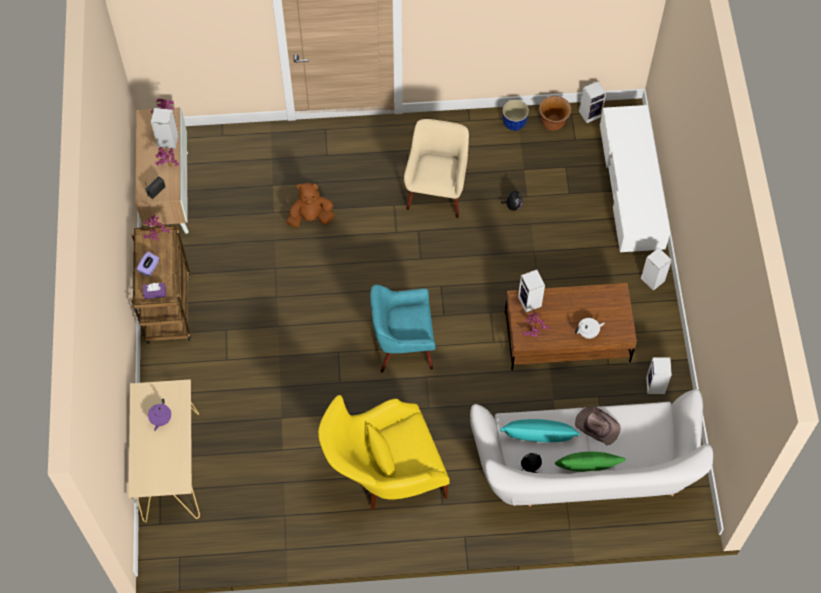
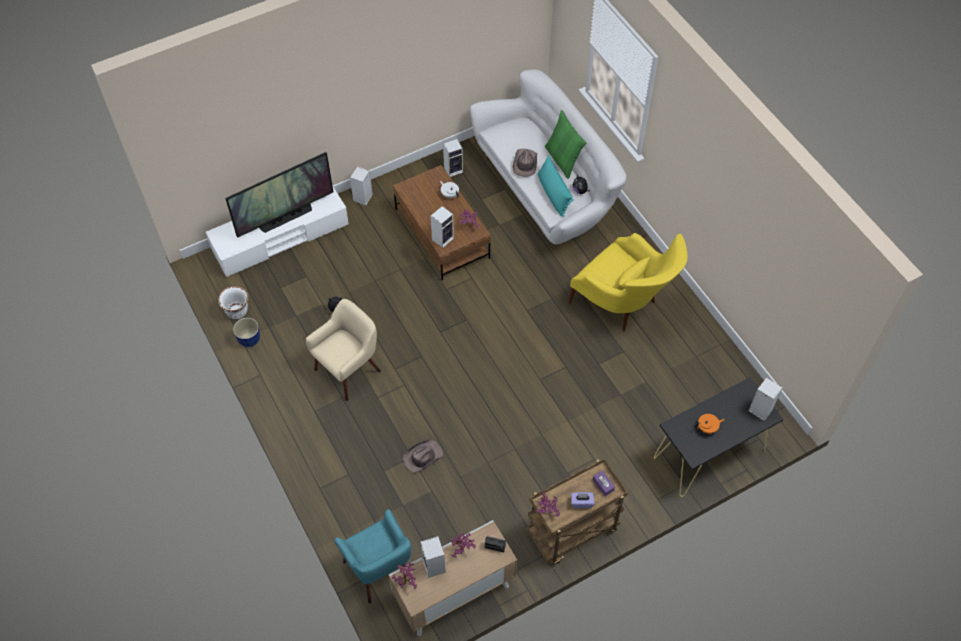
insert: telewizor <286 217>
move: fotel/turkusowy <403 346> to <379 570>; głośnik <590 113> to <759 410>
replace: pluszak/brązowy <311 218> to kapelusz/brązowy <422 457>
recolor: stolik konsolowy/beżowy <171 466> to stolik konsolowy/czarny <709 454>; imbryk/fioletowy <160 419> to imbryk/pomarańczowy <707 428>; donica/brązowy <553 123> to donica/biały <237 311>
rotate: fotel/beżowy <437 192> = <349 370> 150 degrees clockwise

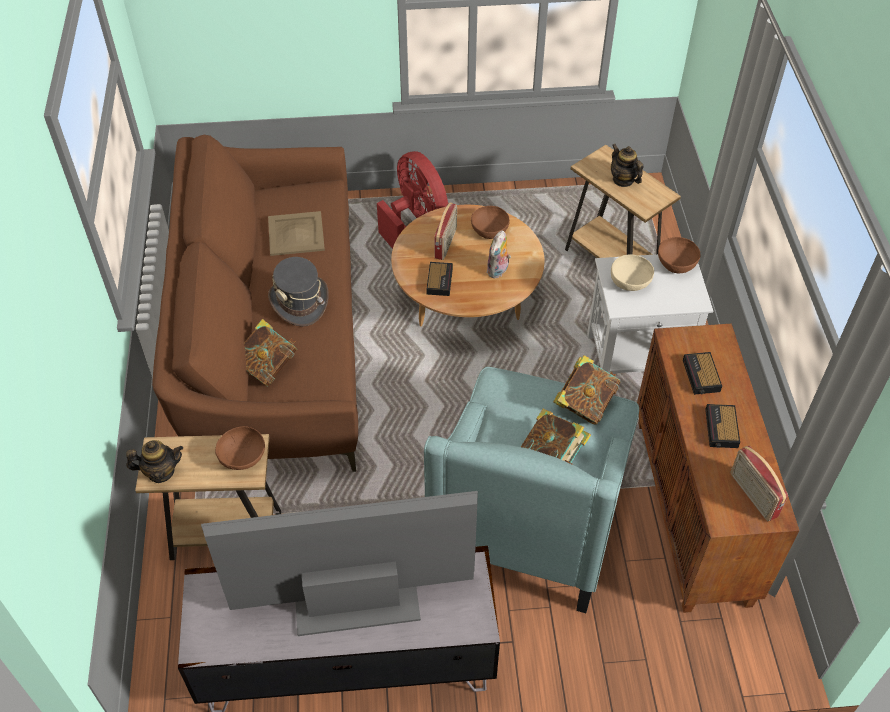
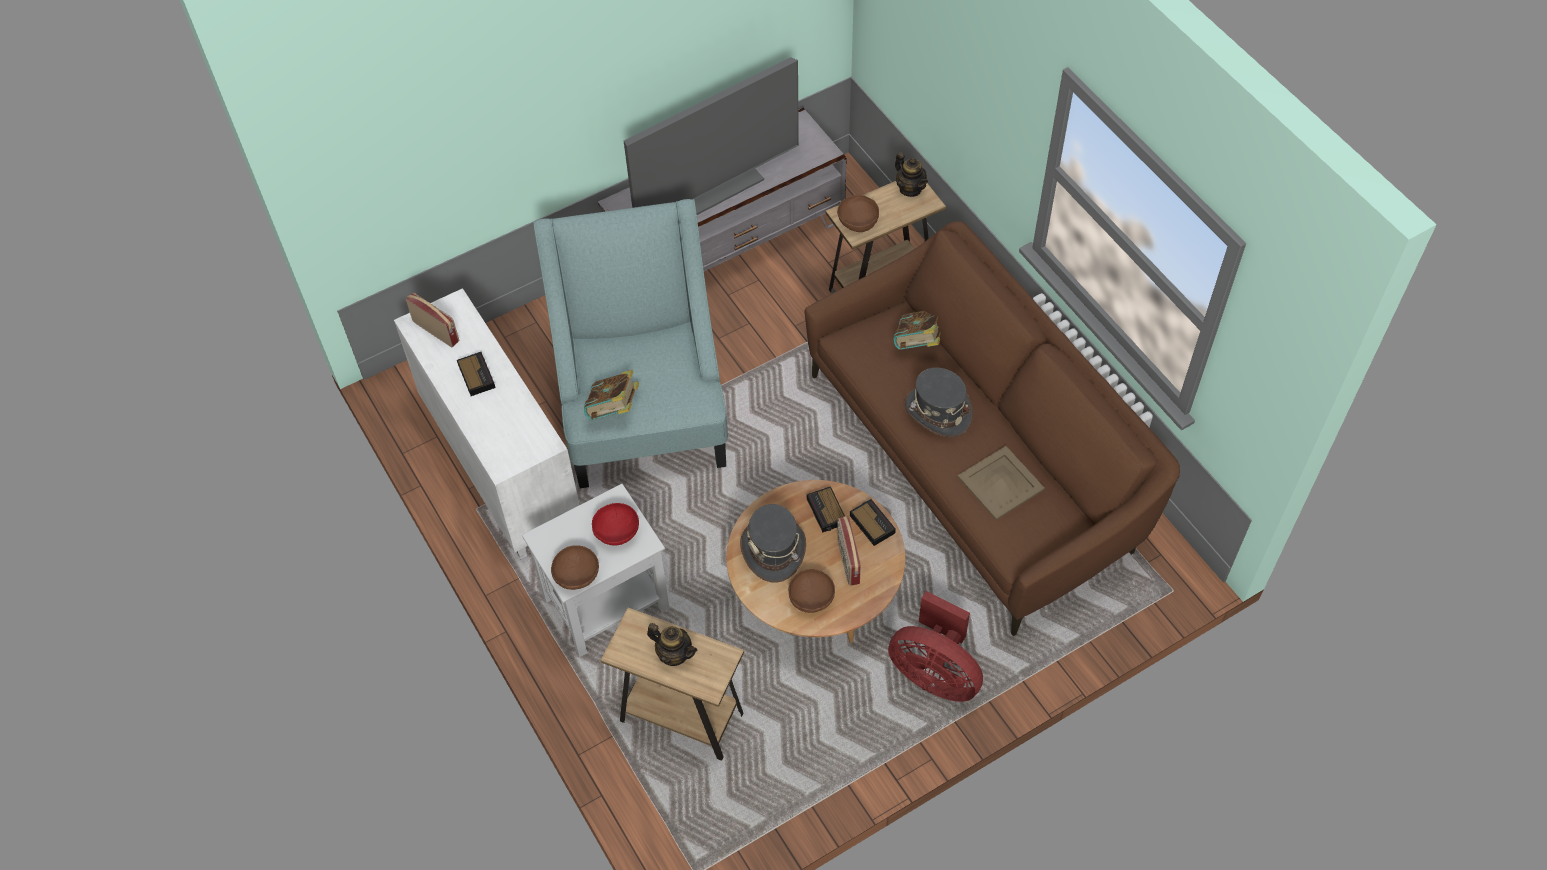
delete: książka <553 455>
move: budzik <701 376> to <871 523>
replace: pluszak <498 271> to kapelusz/szary <773 550>
recolor: miska/beżowy <630 281> to miska/czerwony <617 533>; szafka/brązowy <693 511> to szafka/biały <500 467>
rotate: imbryk <160 472> = <910 189> 90 degrees counterclockwise

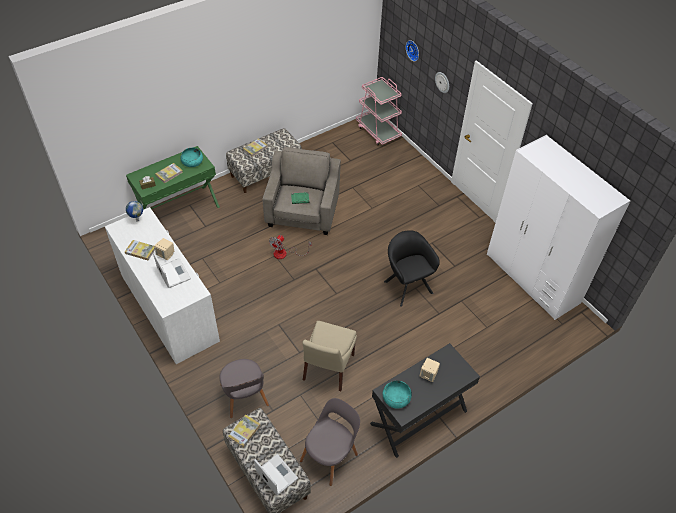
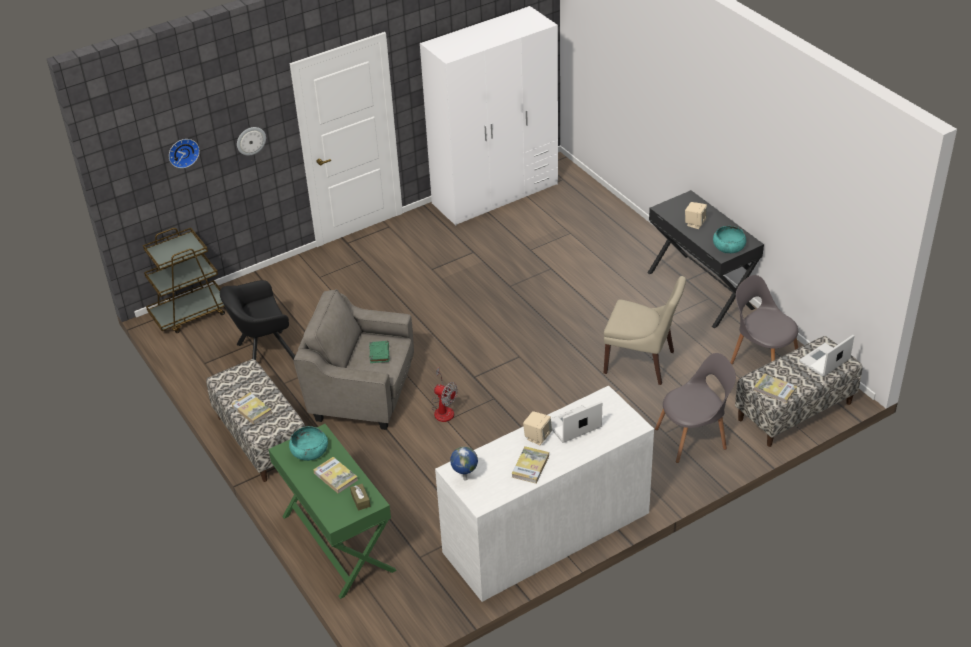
move: fotel/czarny <407 285> to <263 353>
recolor: wózek/różowy <378 131> to wózek/brązowy <190 313>

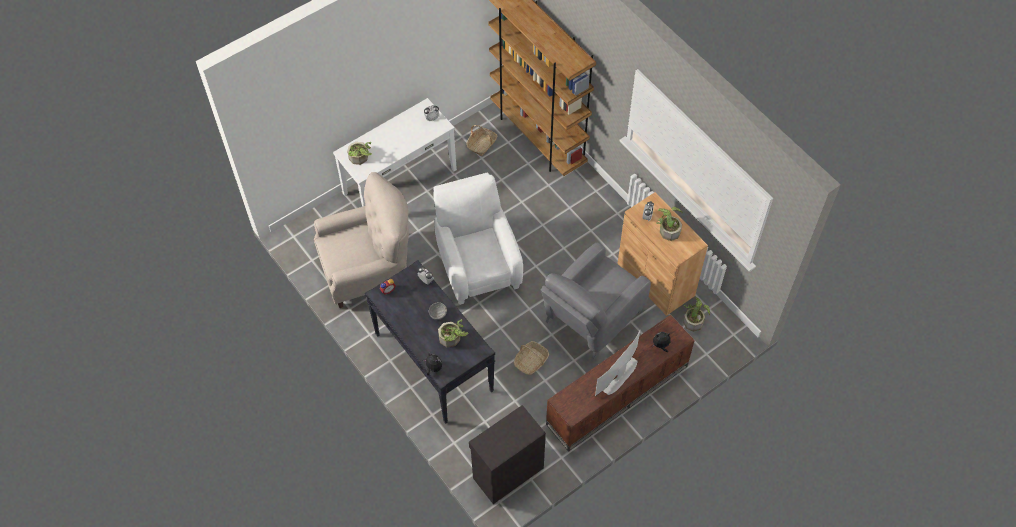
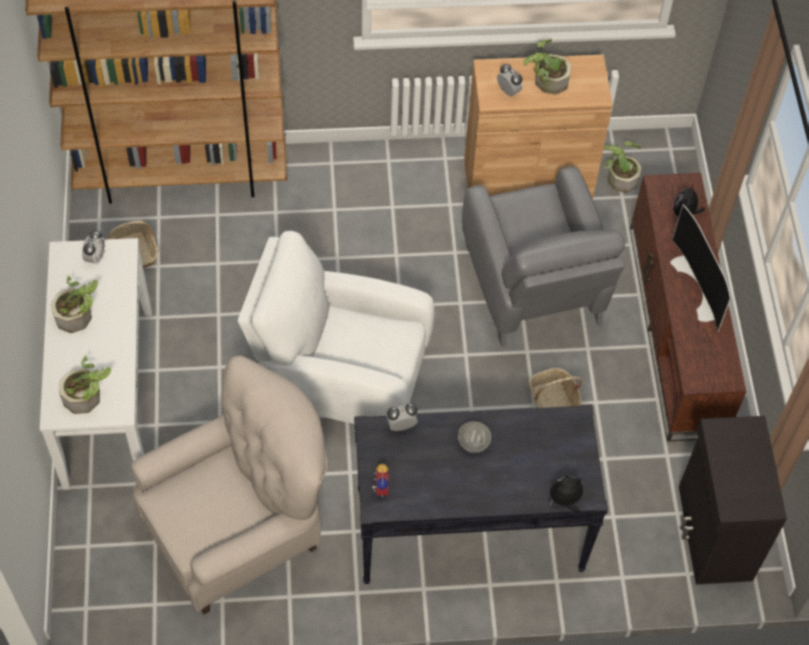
move: roślina doniczkowa <452 339> to <78 314>
rotate: fotel/beżowy <368 271> = <239 531> 45 degrees clockwise

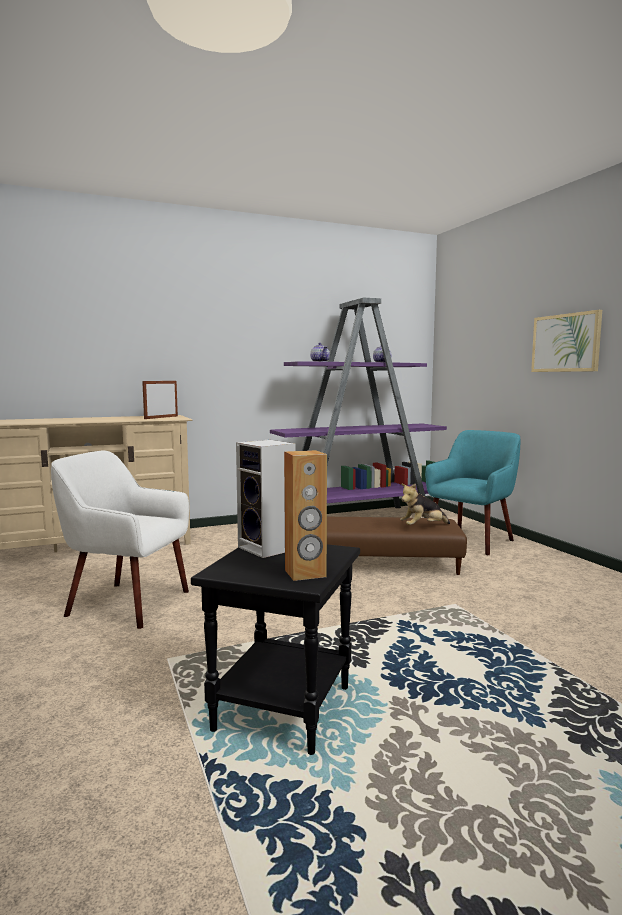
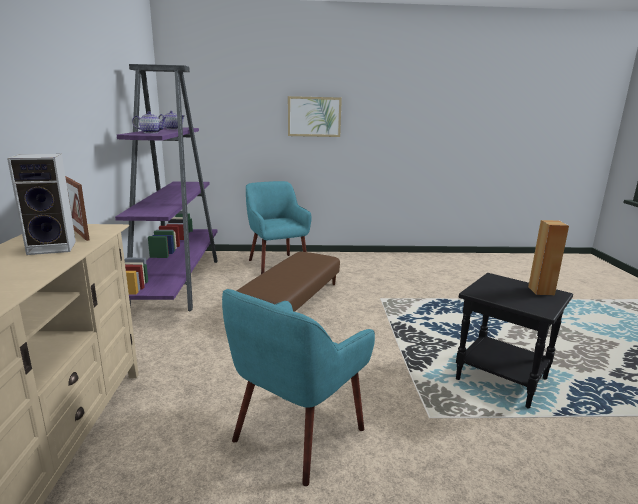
delete: pluszak <423 527>
move: głośnik <269 548> to <54 247>
recolor: fotel/biały <127 603> to fotel/turkusowy <296 434>

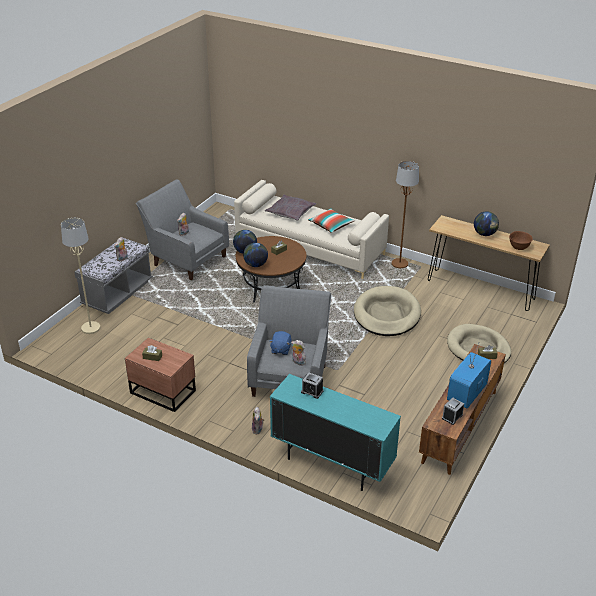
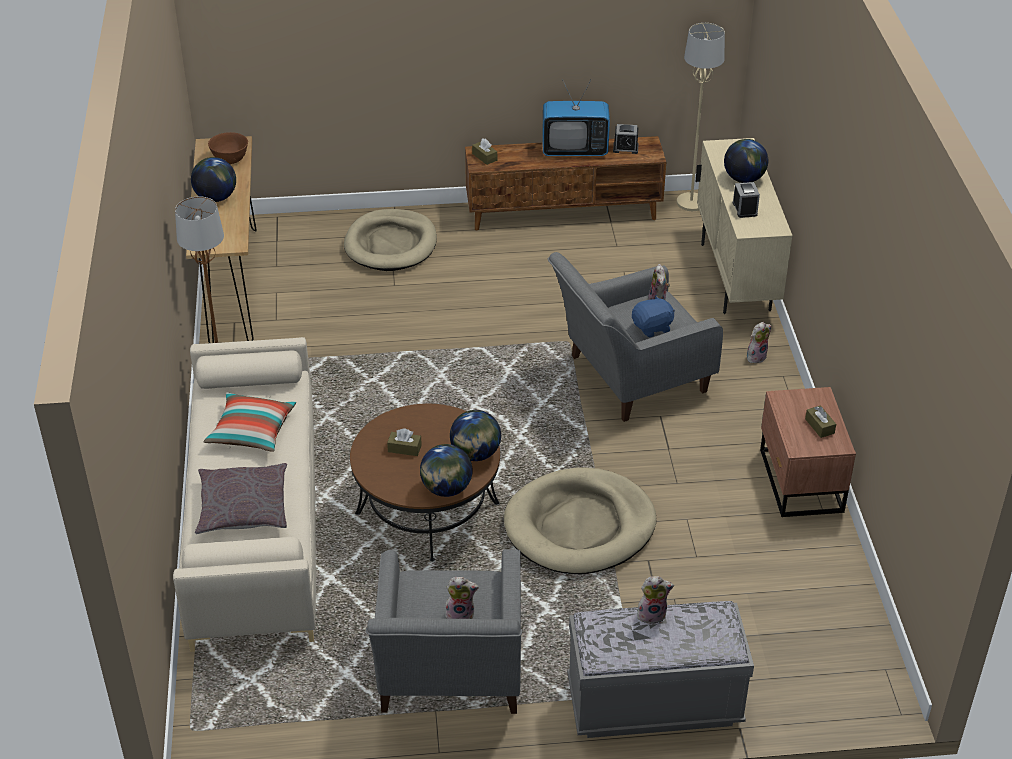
insert: globus <744 179>
move: lampa stojąca/beżowy <90 328> to <691 203>; legowisko/beżowy <386 314> to <580 526>
recolor: szafka/turkusowy <331 464> to szafka/beżowy <735 277>

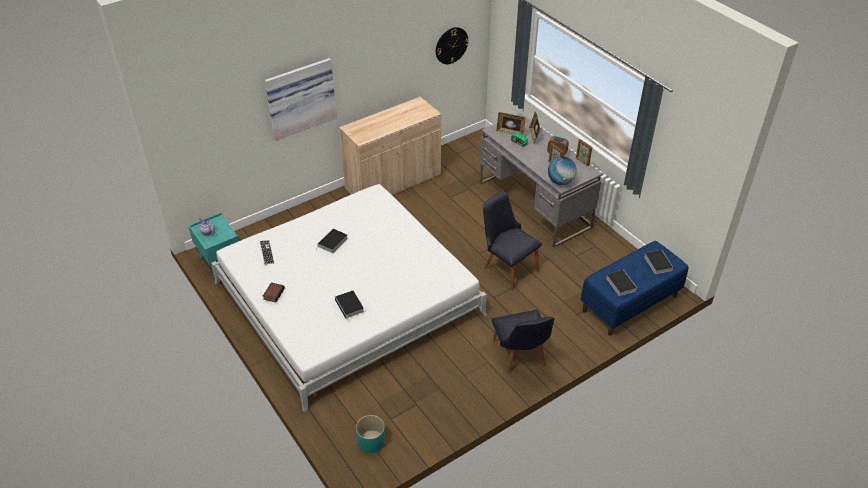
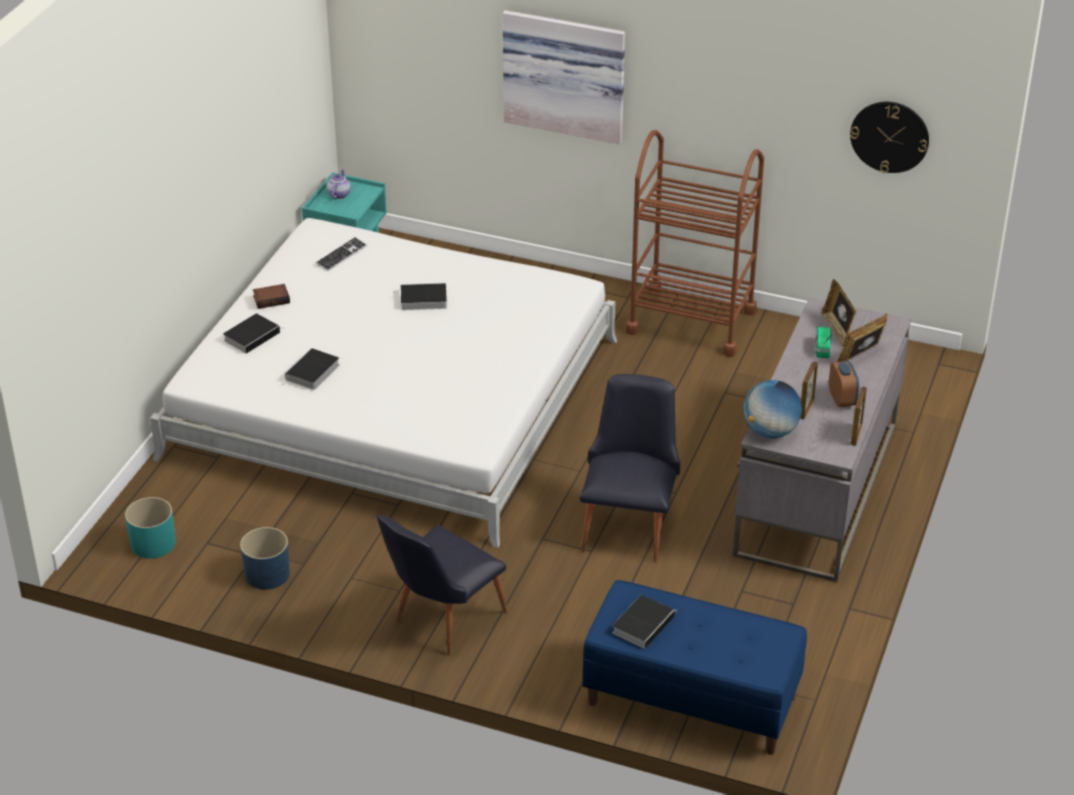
insert: donica/niebieski <267 574>
move: książka <657 262> to <252 335>
replace: szafka/beżowy <393 182> to wózek/brązowy <691 321>

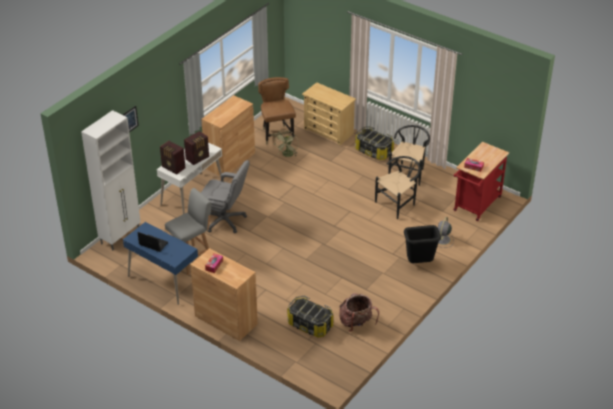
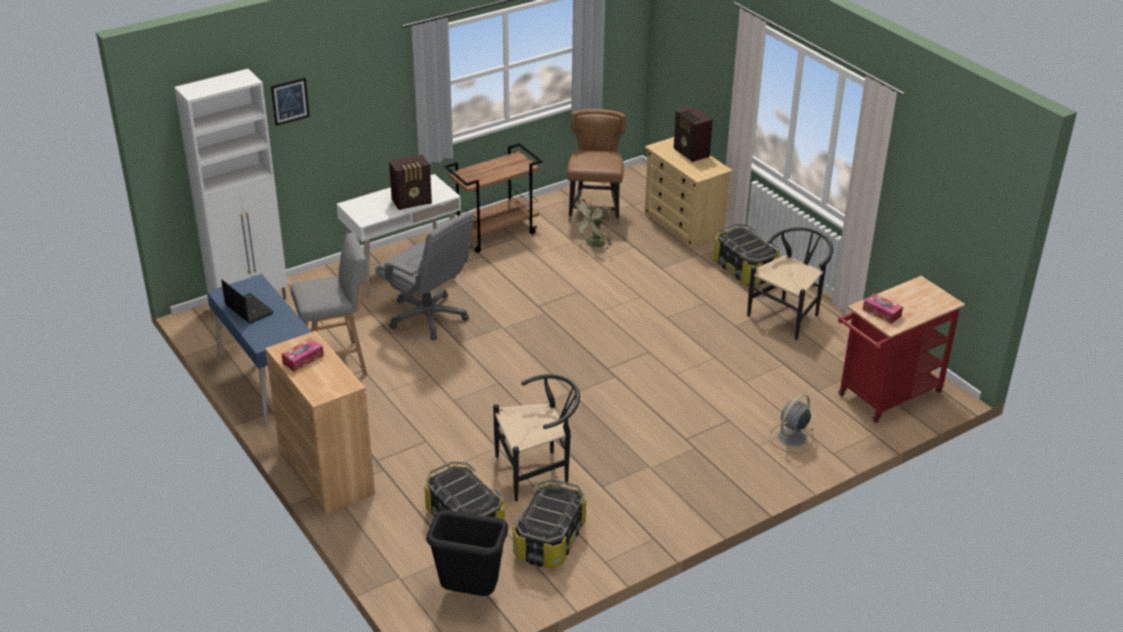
move: radio <173 168> to <691 153>; krzesło/czarny <398 203> to <538 471>; kosz na śmieci/czarny <419 263> to <469 593>
replace: szafka/brązowy <230 161> to wózek/brązowy <495 233>; plecak <356 323> to pojemnik do przechowywania <550 540>

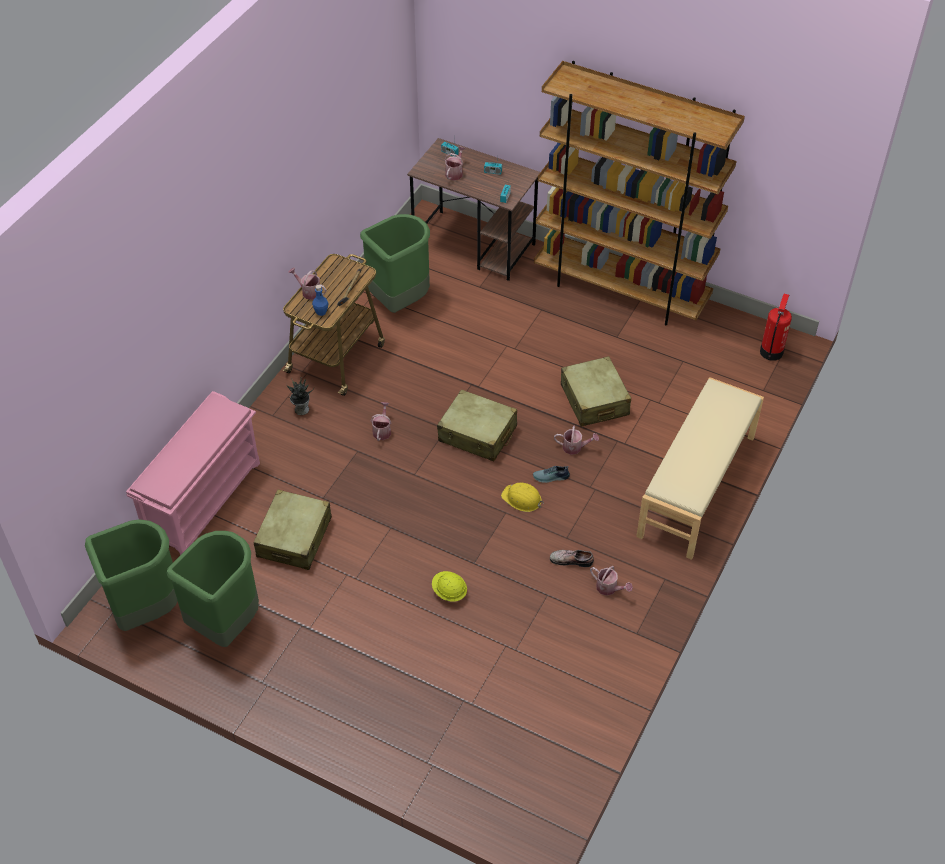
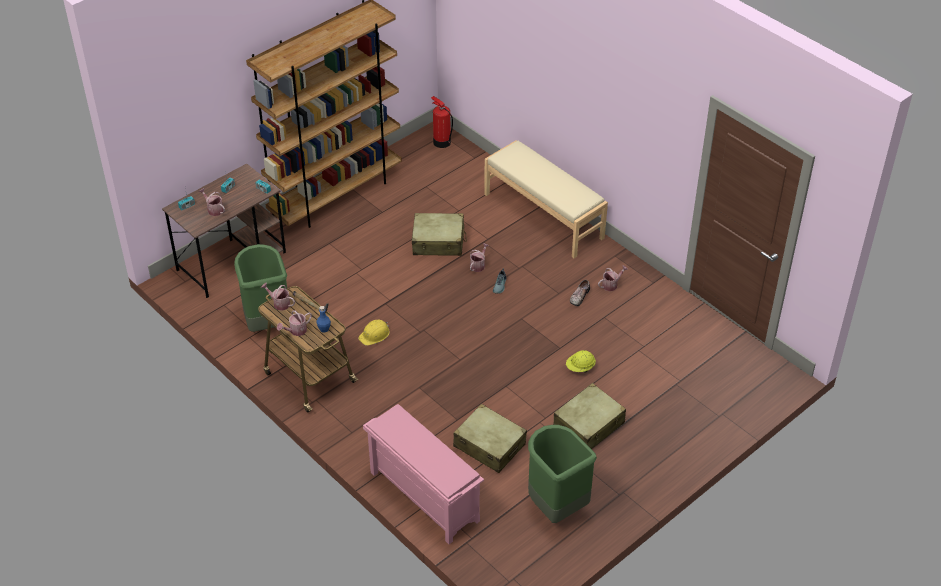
delete: kosz na śmieci/zielony <145 609>; roślina doniczkowa <301 409>
move: konewka <382 430> to <279 303>; walizka/beżowy <477 434> to <589 425>; kask/żółty <522 499> to <375 335>

